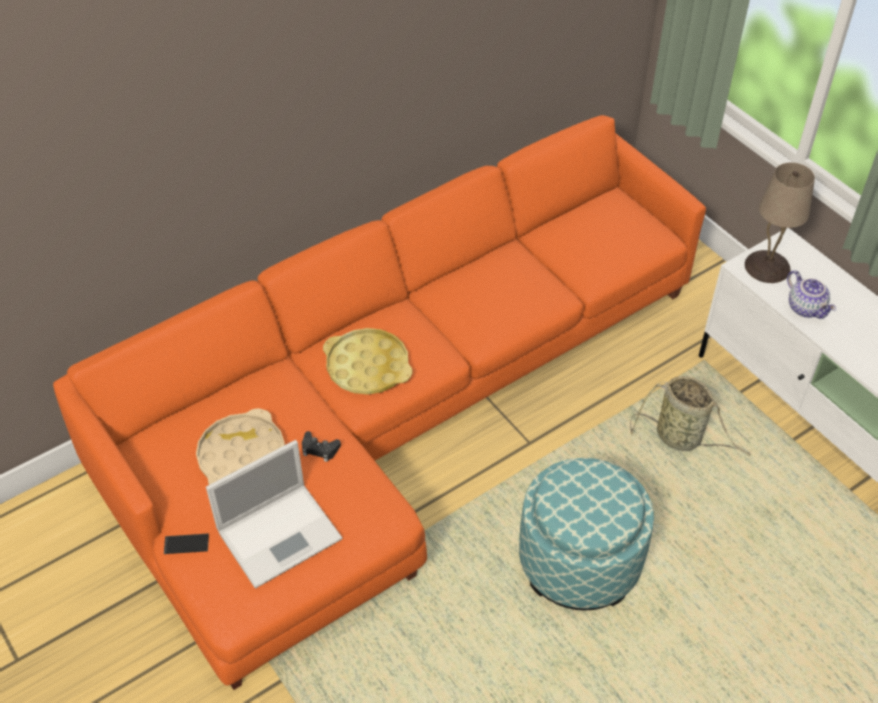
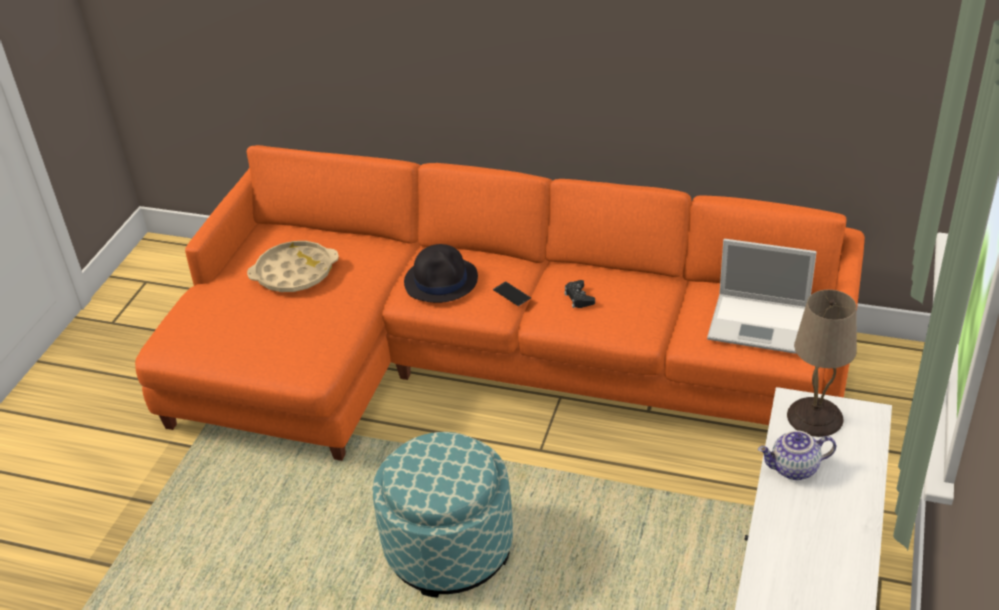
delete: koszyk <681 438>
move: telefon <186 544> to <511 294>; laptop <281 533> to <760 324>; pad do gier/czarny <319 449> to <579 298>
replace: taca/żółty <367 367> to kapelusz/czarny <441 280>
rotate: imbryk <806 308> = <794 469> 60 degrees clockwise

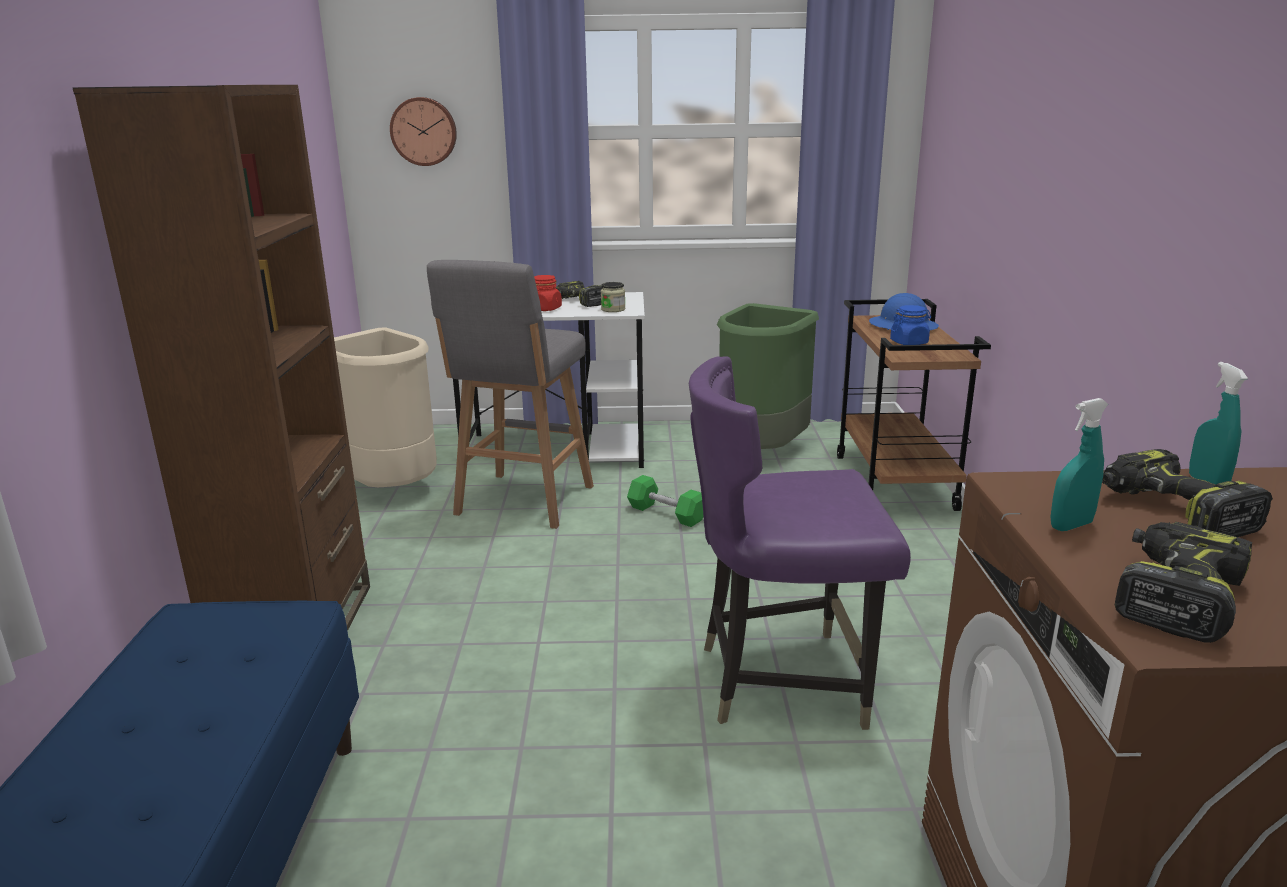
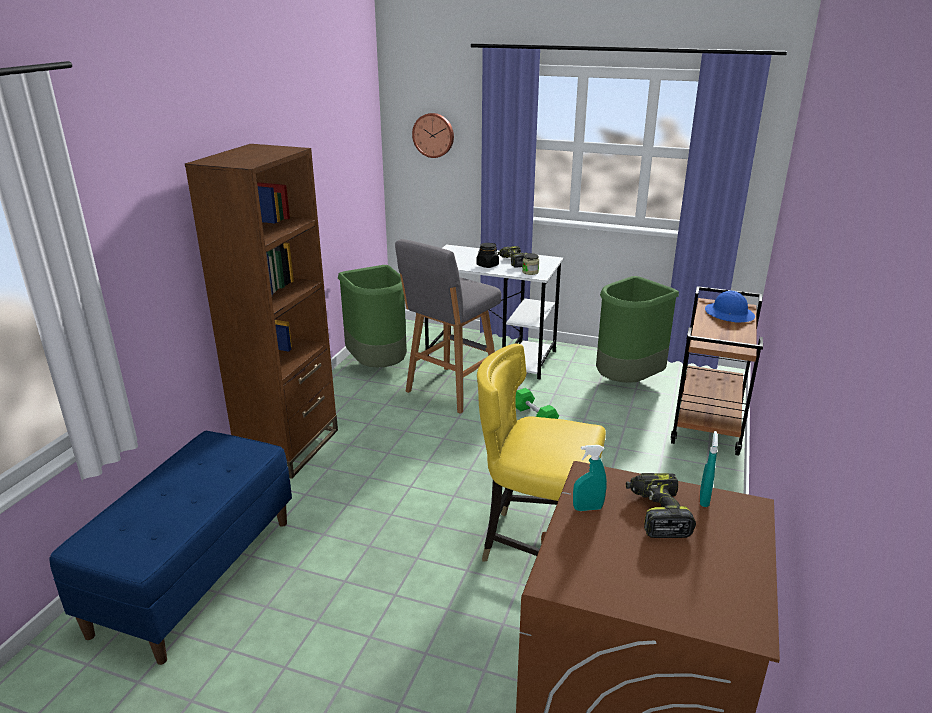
delete: słoik/niebieski <909 342>; wiertarka <1174 597>
recolor: kosz na śmieci/beżowy <391 489> to kosz na śmieci/zielony <379 366>; słoik/czerwony <545 309> to słoik/czarny <487 265>; krzesło/fioletowy <782 680> to krzesło/żółty <535 544>

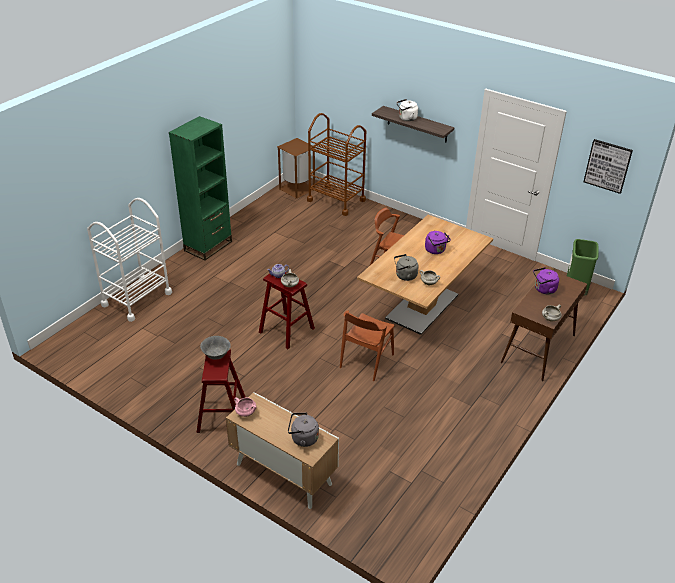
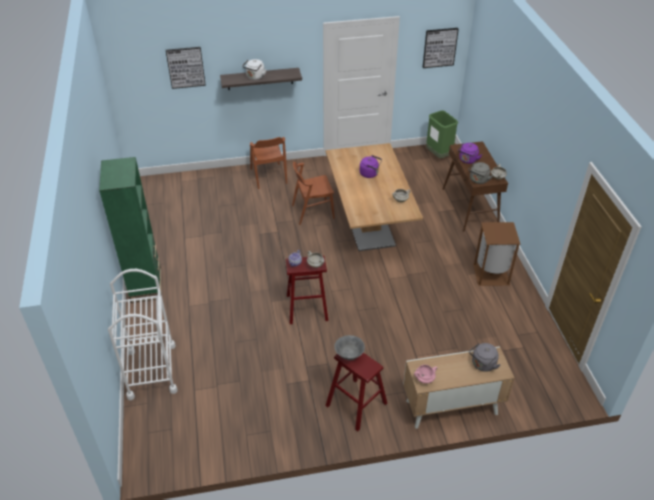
delete: wózek/brązowy <336 200>
insert: obraz <186 67>
move: kosz na śmieci/brązowy <297 189> to <492 275>; krzesło/brązowy <366 361> to <268 176>; czajnik/szary <405 276> to <478 180>

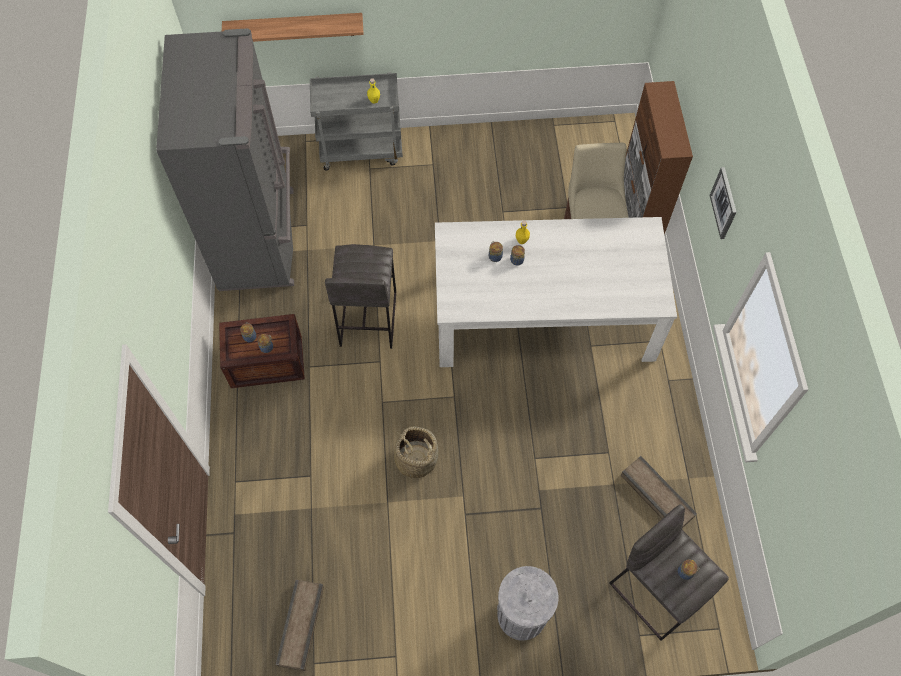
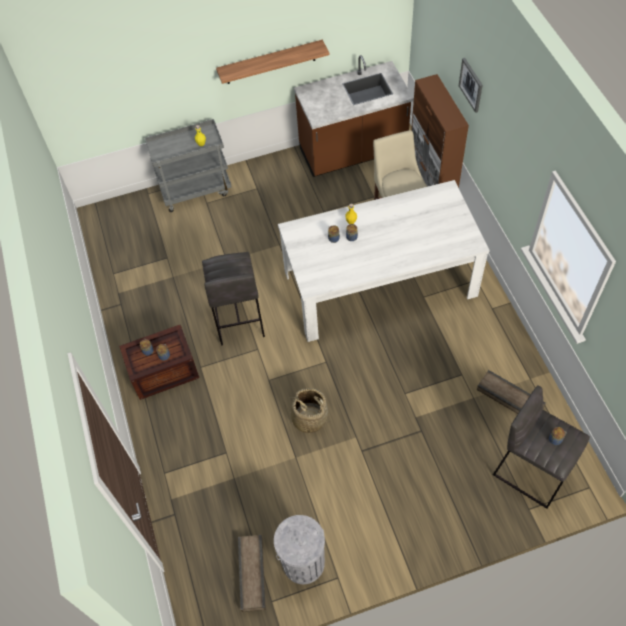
delete: lodówka/szary <260 238>
insert: zabudowa kuchenna/brązowy <353 153>
move: półka <294 27> to <270 62>; kosz na śmieci/szary <521 615> to <303 563>; obraz <724 203> to <471 85>

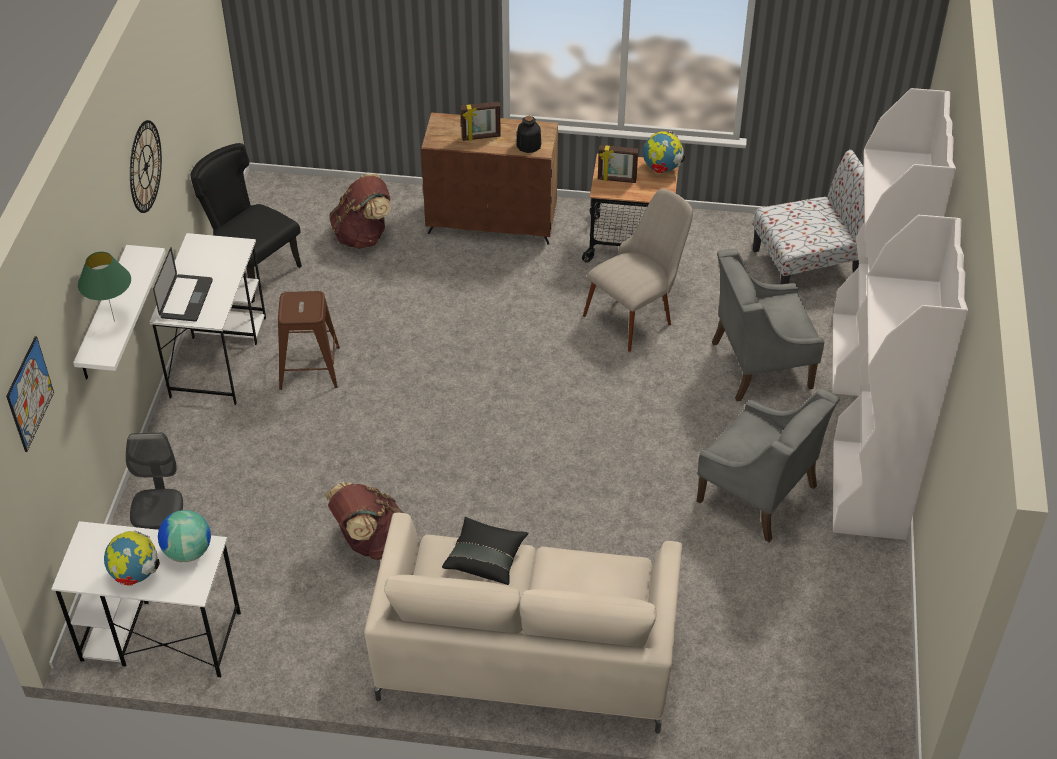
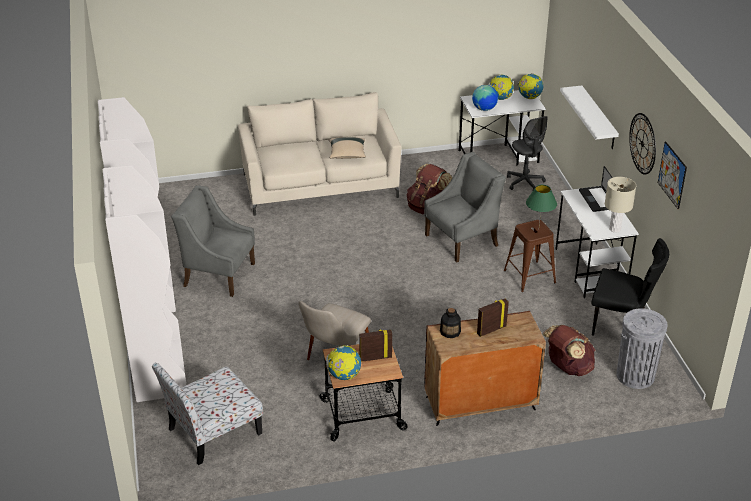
insert: globus <529 97>; lampa stołowa/beżowy <614 229>; kosz na śmieci/szary <635 375>
move: obraz <30 394> to <672 175>; lampa stołowa/zielony <114 321> to <538 229>; fotel/szary <760 364> to <462 240>
recolor: poduszka/czarny <486 559> to poduszka/beżowy <347 154>

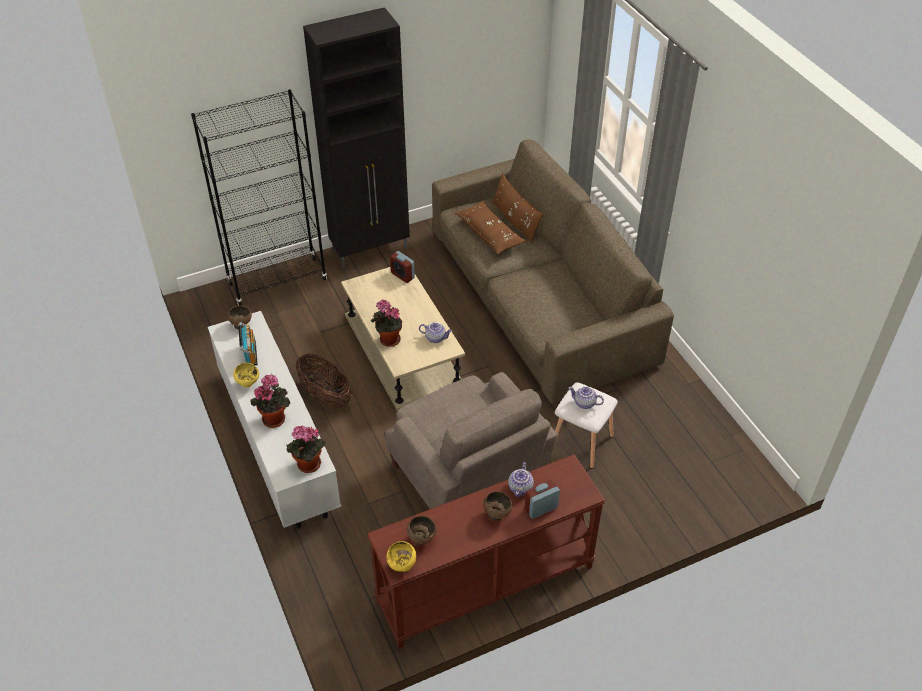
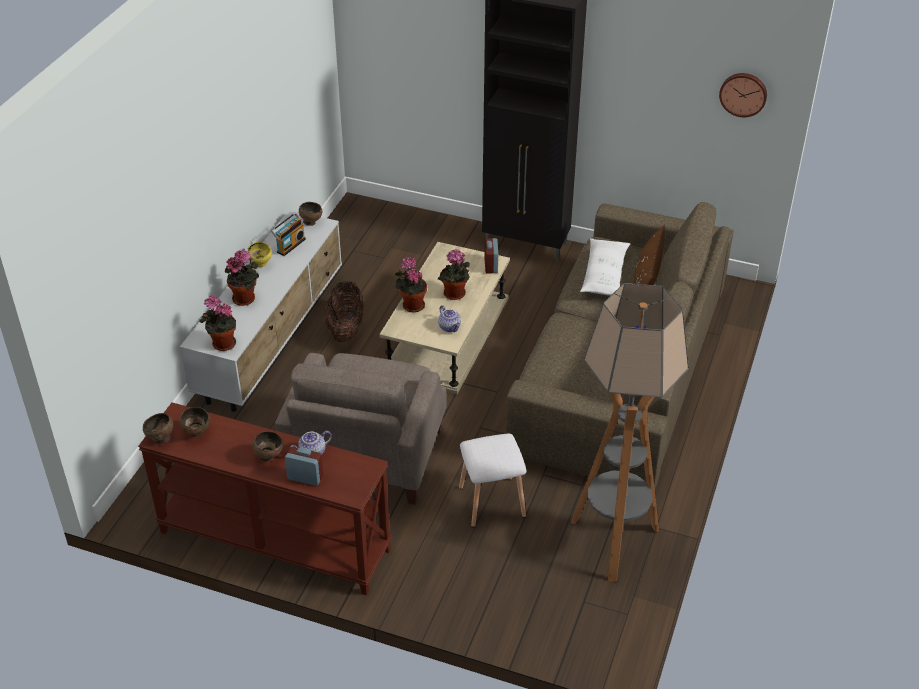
delete: regał/czarny <277 281>; imbryk <584 403>
insert: roślina doniczkowa <455 295>; lampa stojąca <613 542>; zegar ścienny <743 93>
recolor: miska/żółty <402 566> to miska/brązowy <160 439>; poduszka/brązowy <490 233> to poduszka/biały <604 275>

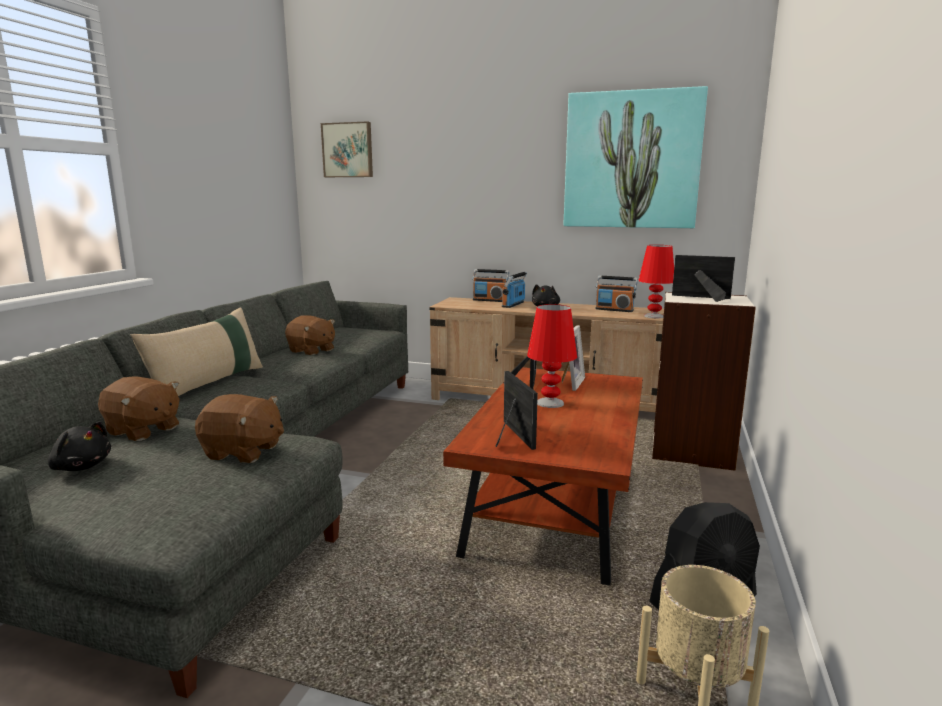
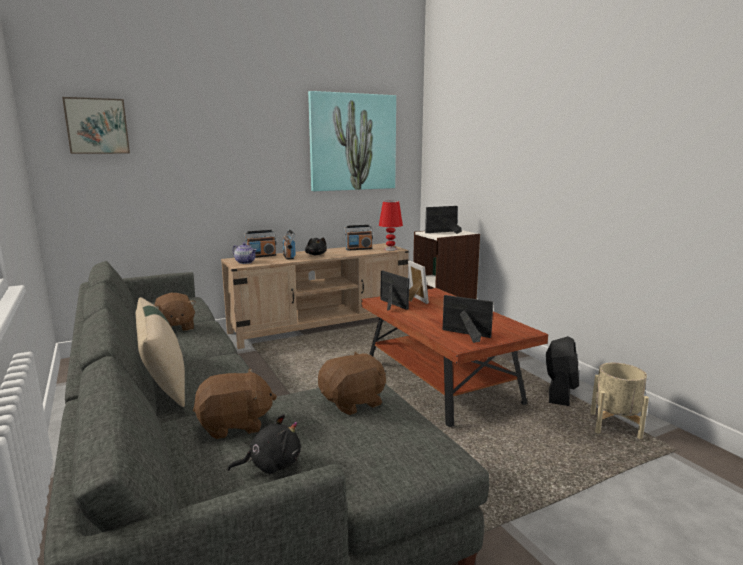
delete: lampa stołowa/czerwony <550 403>
insert: imbryk <245 262>
rotate: pluszak/brązowy <311 351> = <175 328> 75 degrees clockwise

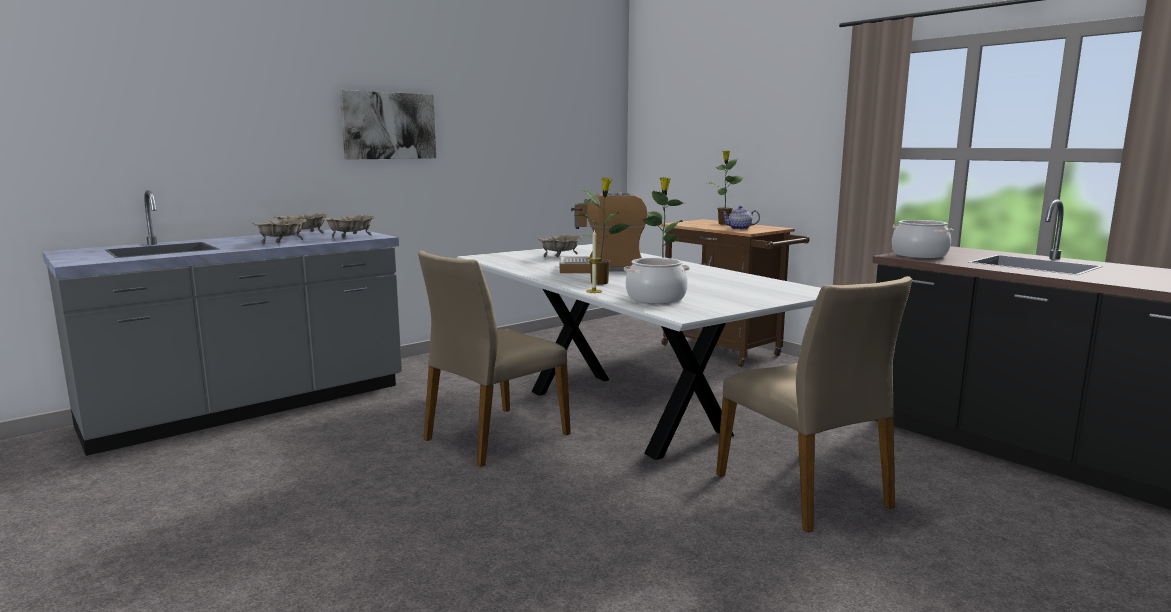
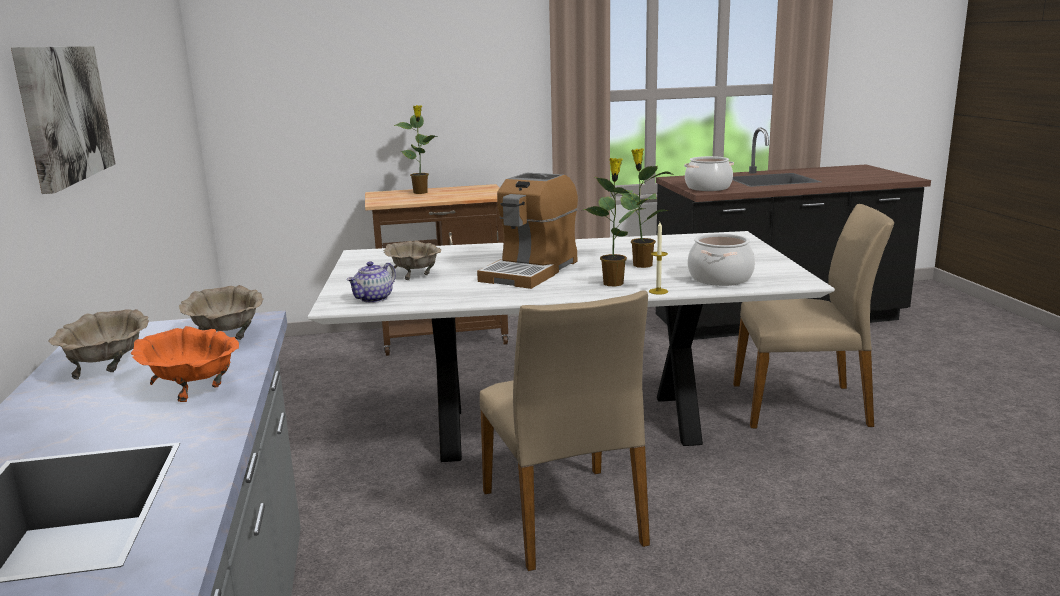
move: imbryk <739 228> to <374 299>
recolor: miska/beżowy <282 242> to miska/pomarańczowy <193 386>

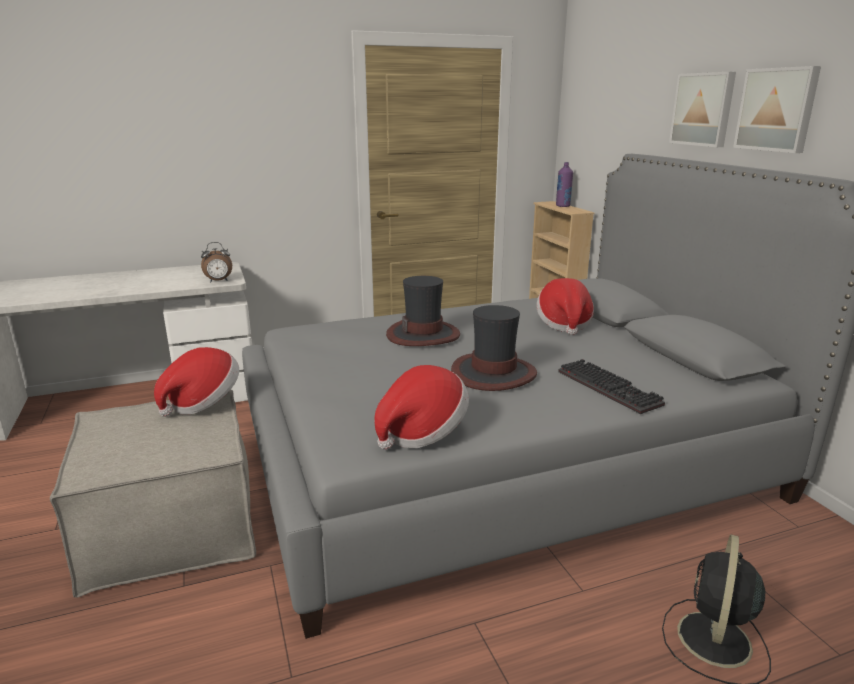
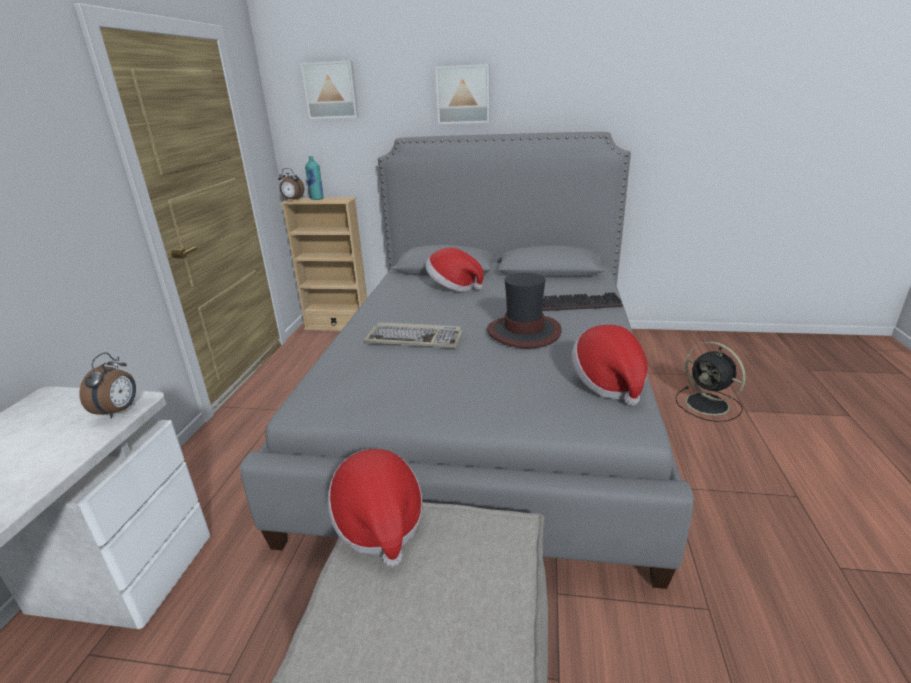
insert: budzik <292 200>
move: obraz <777 109> to <331 90>
replace: kapelusz <423 334> to klawiatura <415 338>
recolor: butelka/fioletowy <563 206> to butelka/turkusowy <317 199>

